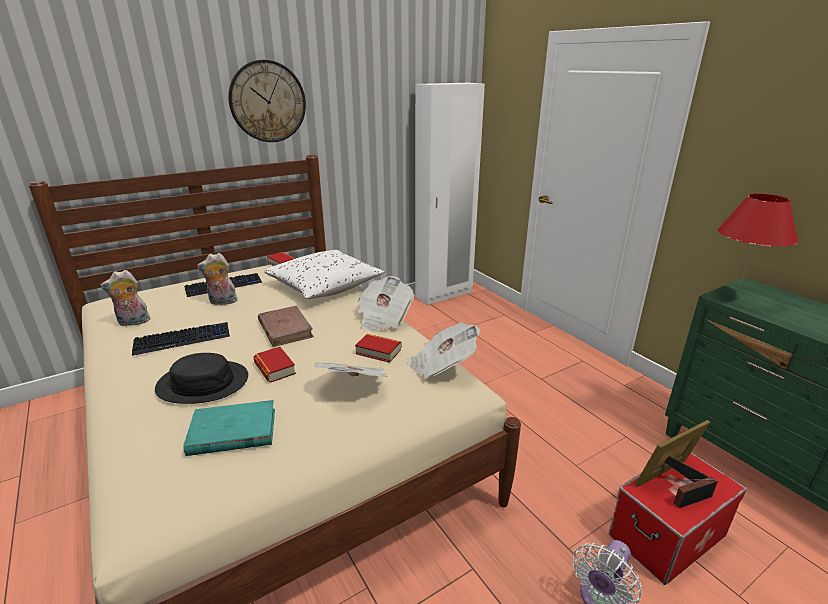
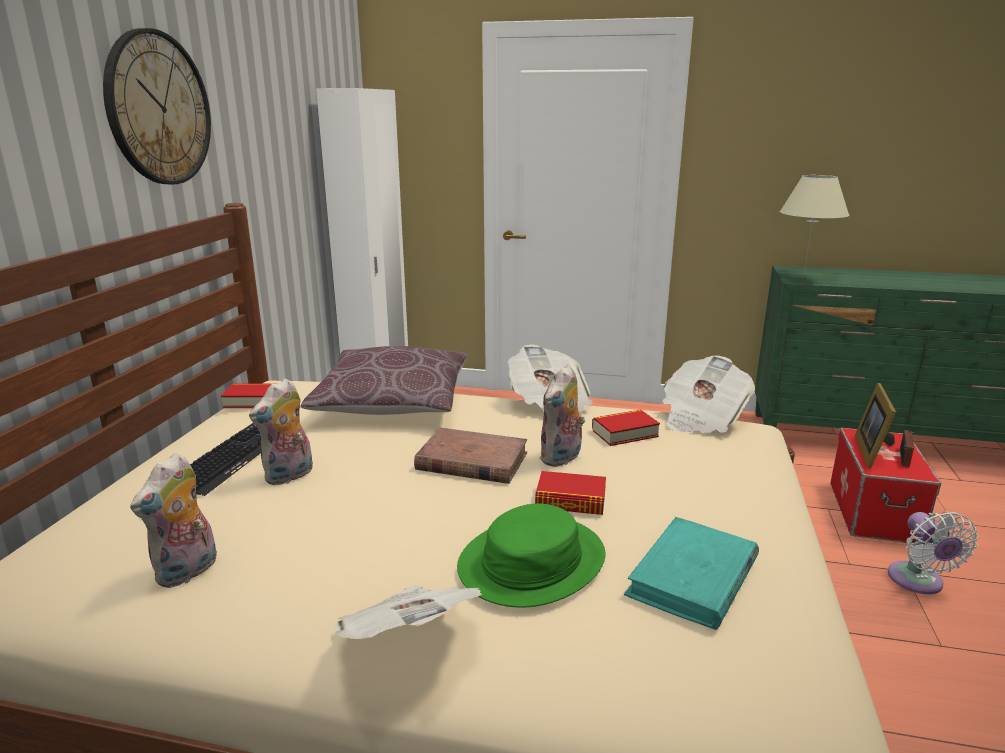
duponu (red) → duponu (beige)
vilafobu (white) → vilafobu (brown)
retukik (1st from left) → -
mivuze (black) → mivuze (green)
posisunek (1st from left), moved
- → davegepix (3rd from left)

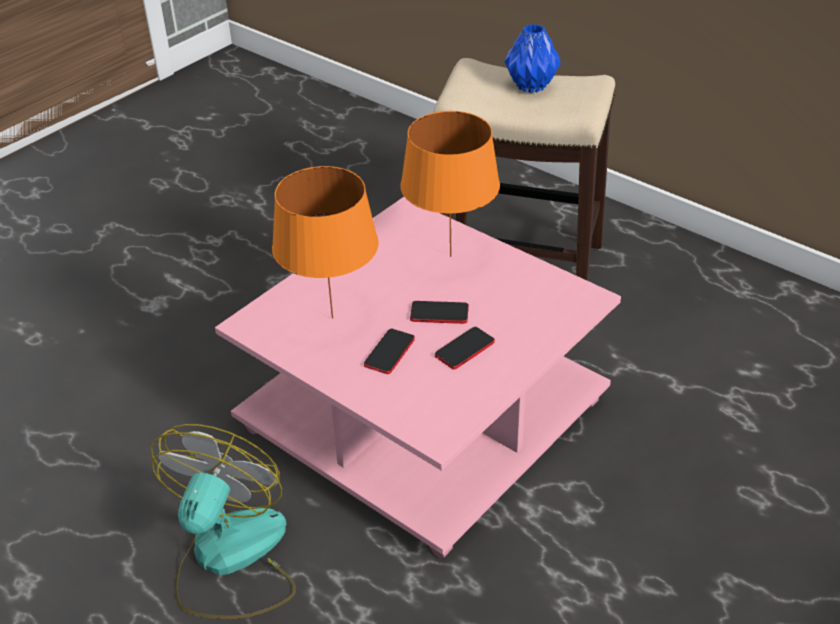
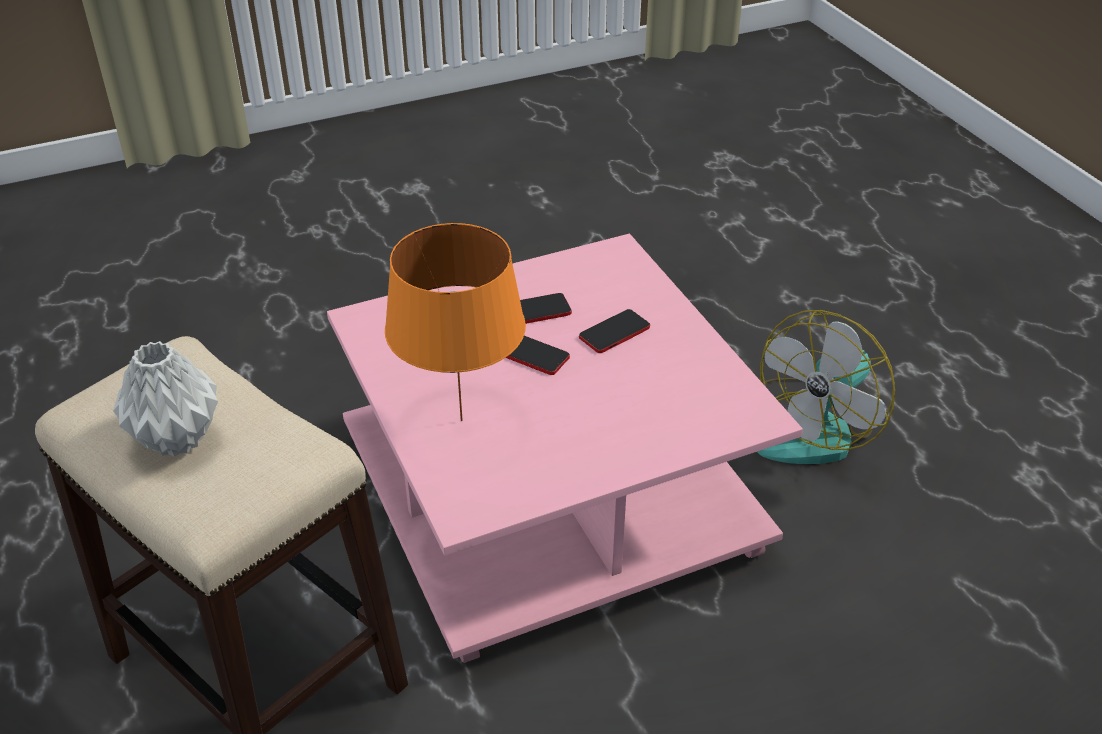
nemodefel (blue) → nemodefel (grey)
duponu (orange) (1st from left) → -

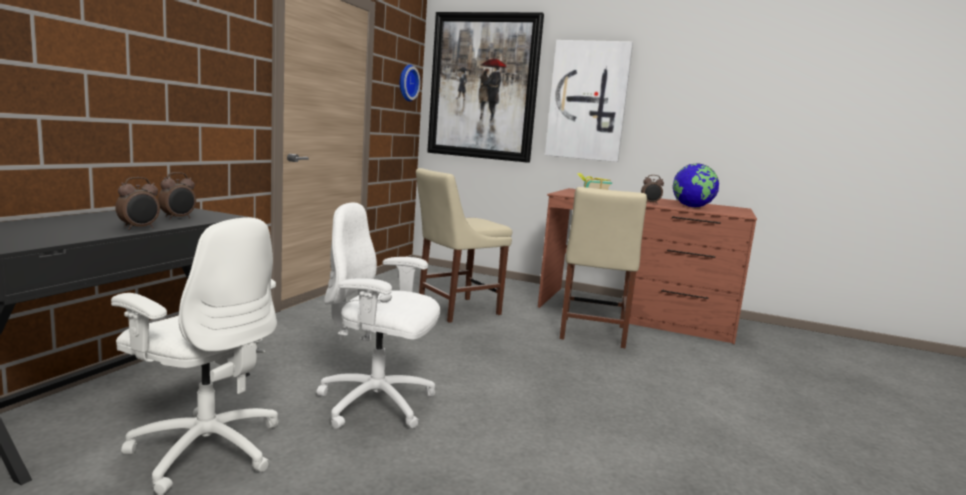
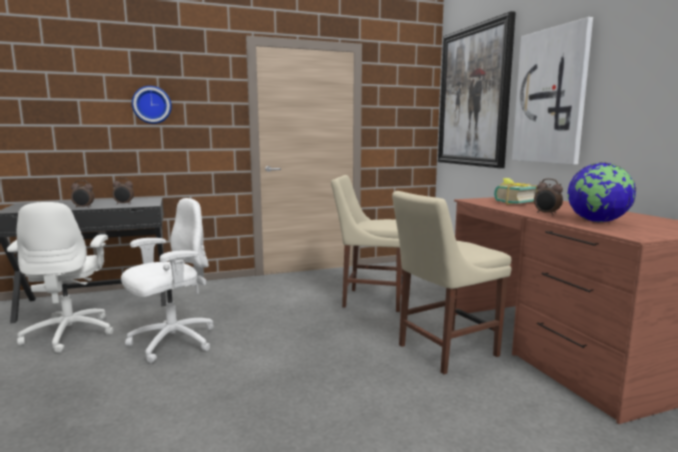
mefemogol, moved
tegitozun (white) (2nd from left), 75 degrees clockwise

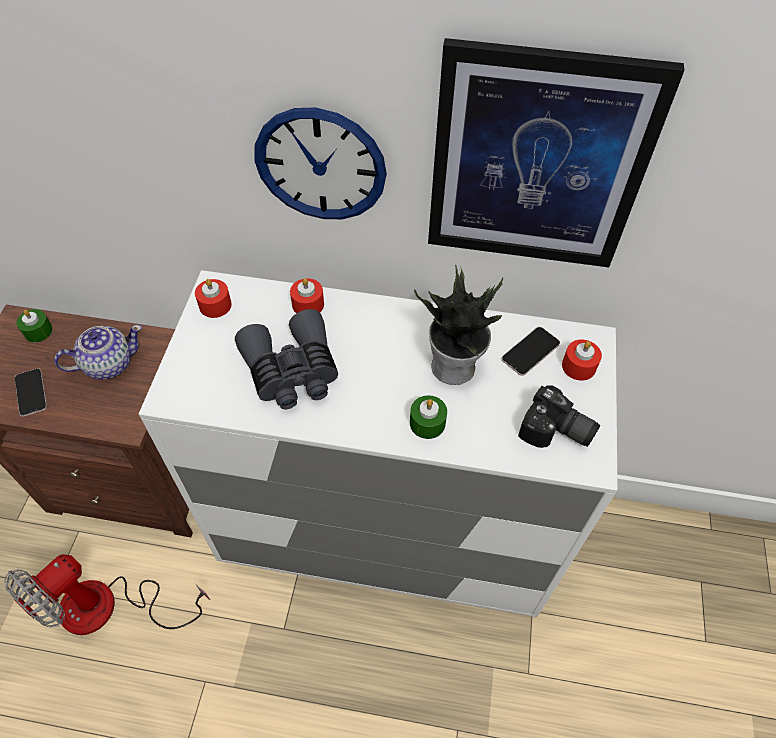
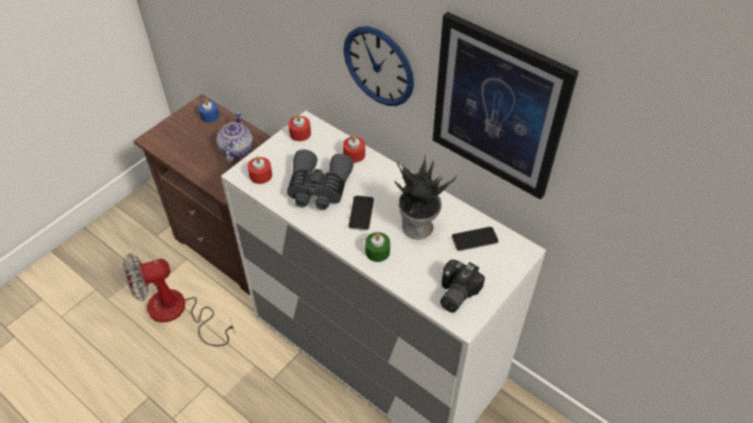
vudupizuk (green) (1st from left) → vudupizuk (blue)
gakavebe, 90 degrees counterclockwise
vudupizuk (red) (3rd from left in the first image) → vudupizuk (red) (1st from left), moved
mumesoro (1st from left), moved
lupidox, 60 degrees clockwise

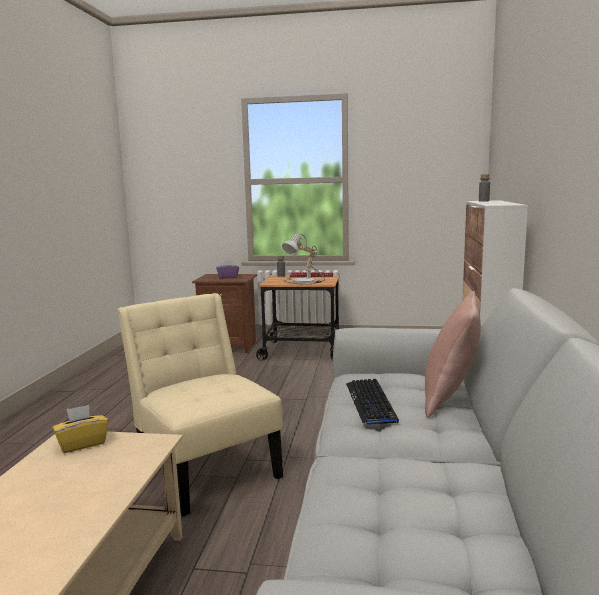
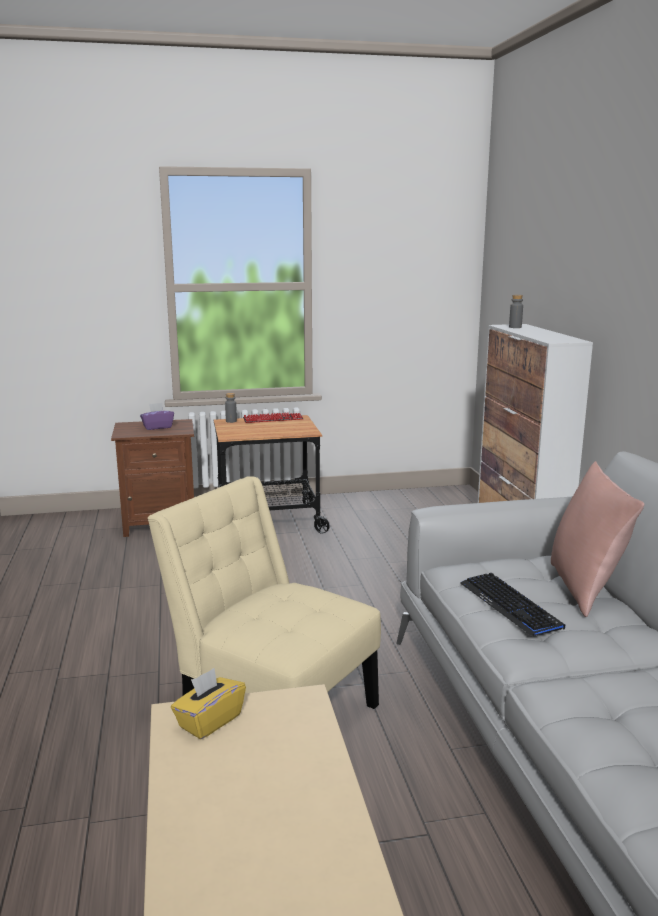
duponu → -

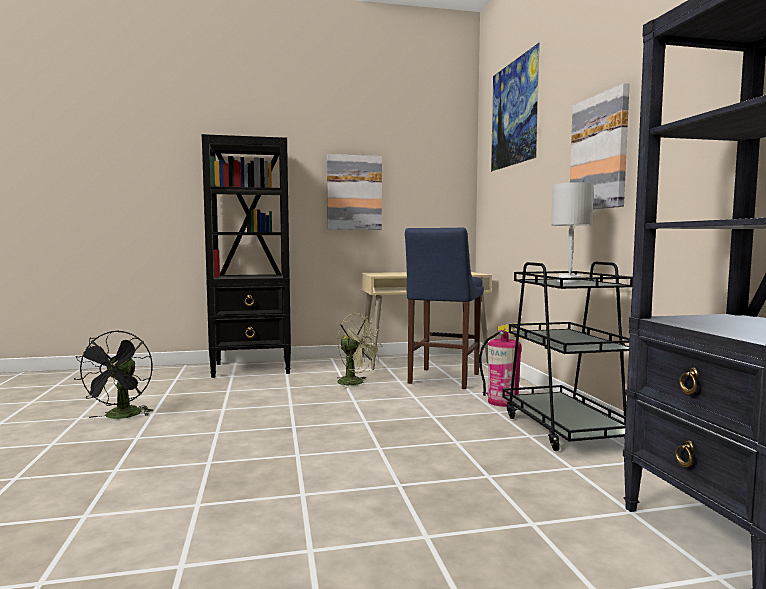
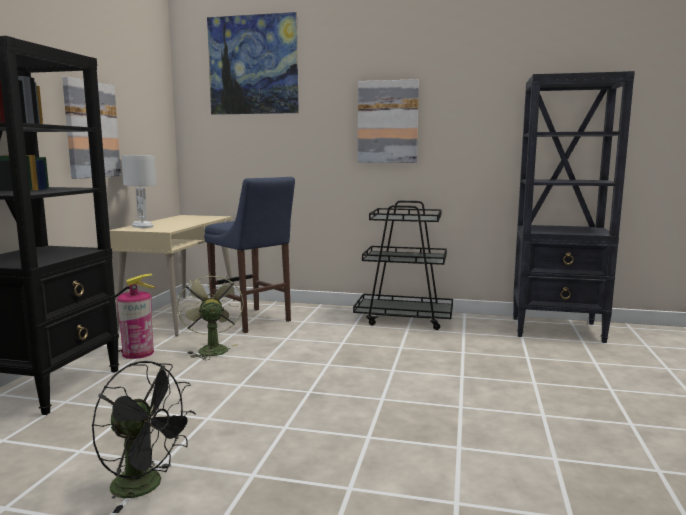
duponu (white), moved
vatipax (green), 75 degrees counterclockwise
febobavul, moved

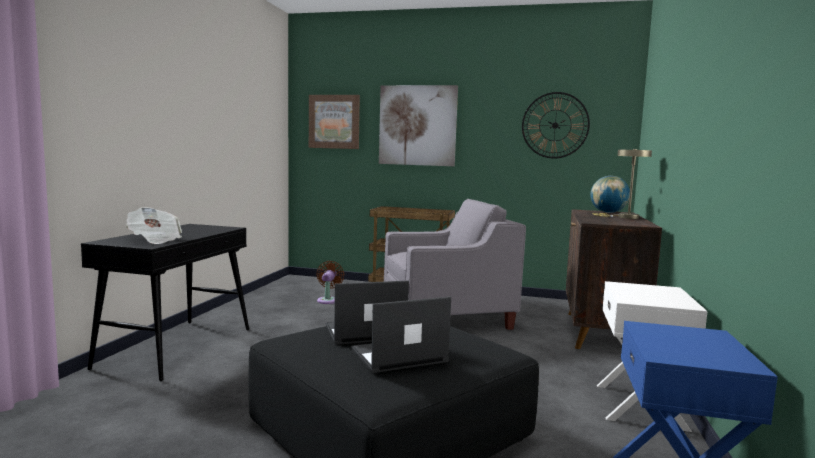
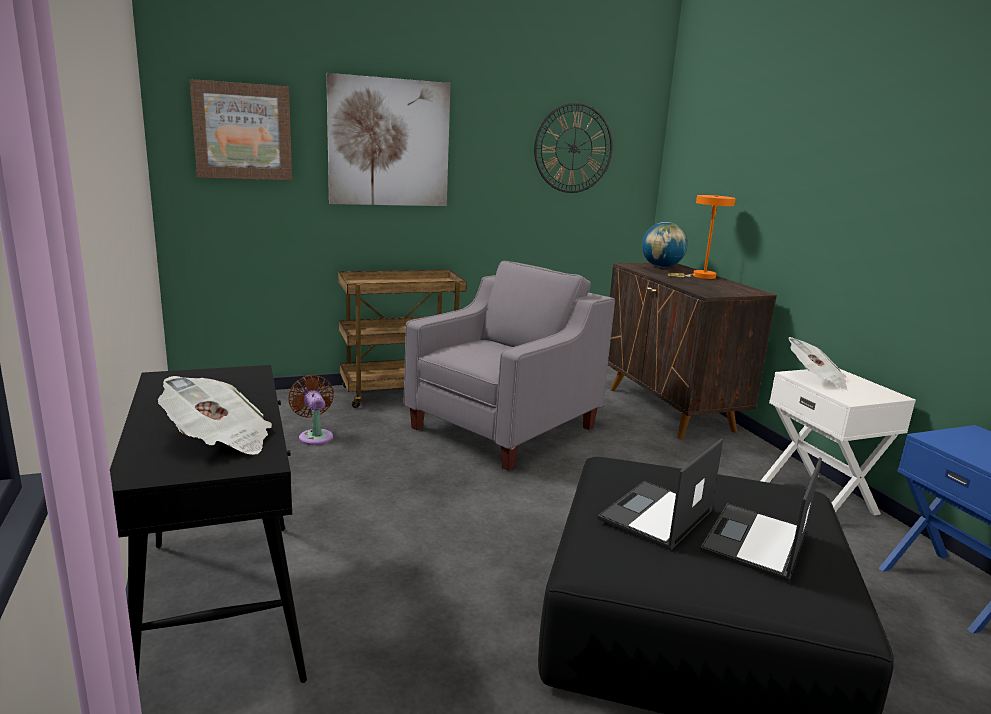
duponu (beige) → duponu (orange)
- → posisunek (2nd from left)

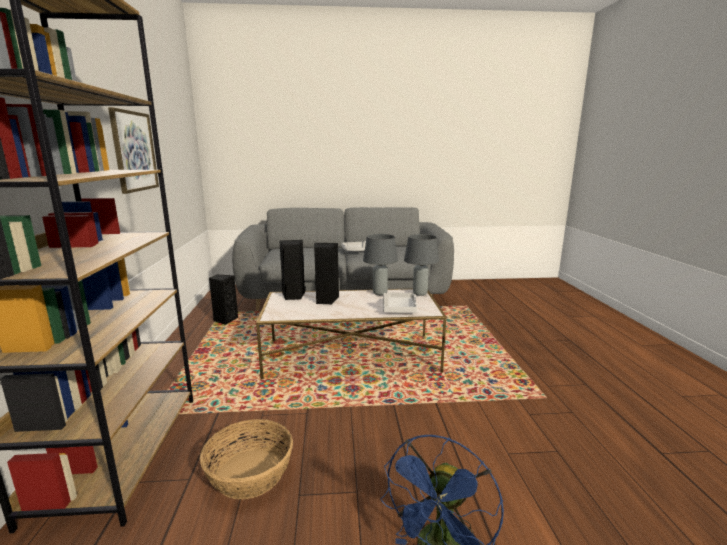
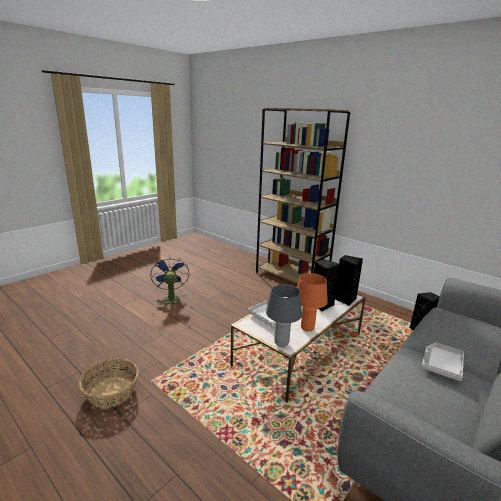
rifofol → -
duponu (grey) (1st from left) → duponu (orange)
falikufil, moved

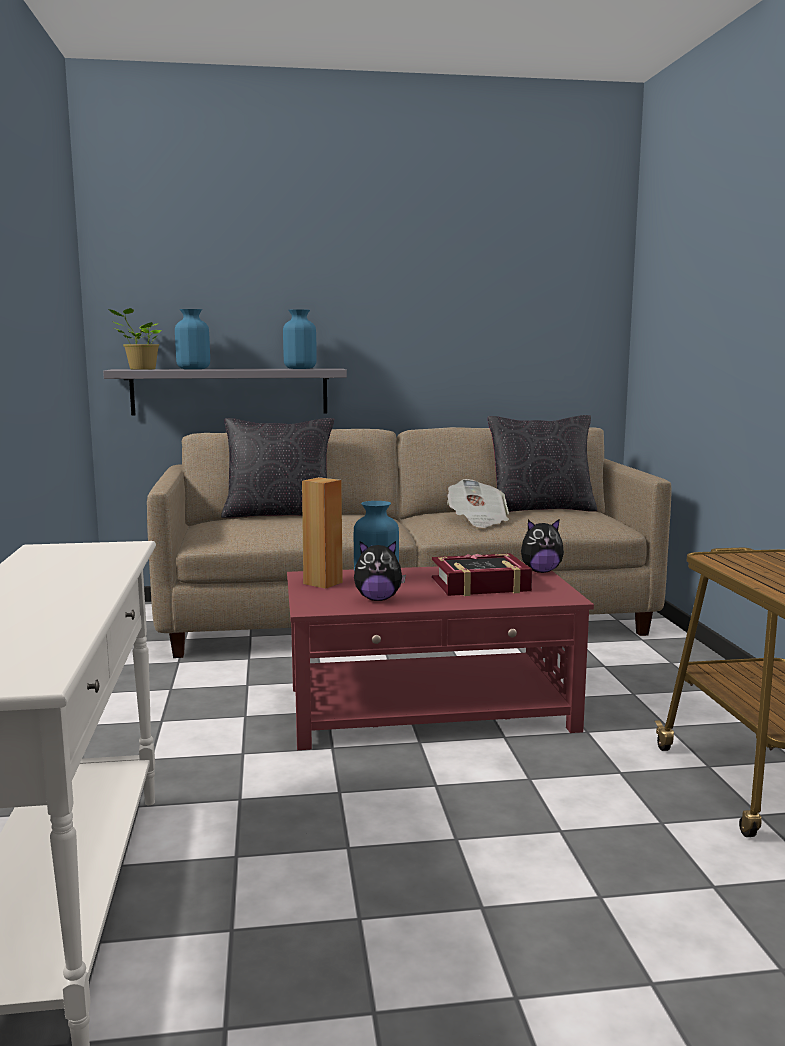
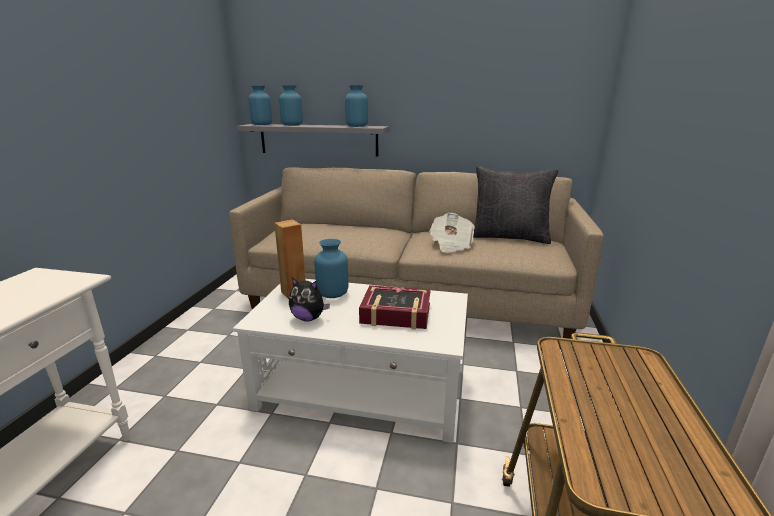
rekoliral → nemodefel (blue) (1st from left)
vilafobu (black) (1st from left) → -
davegepix (2nd from left) → -
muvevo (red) → muvevo (white)

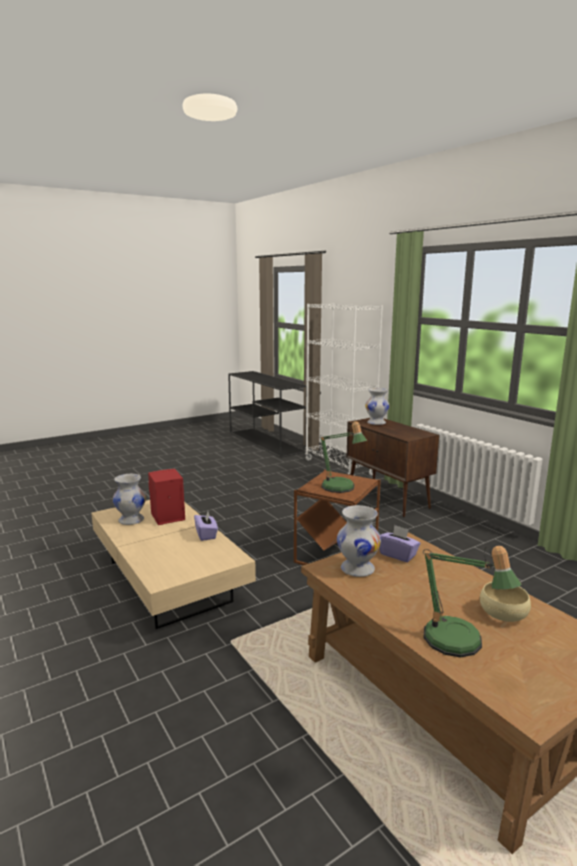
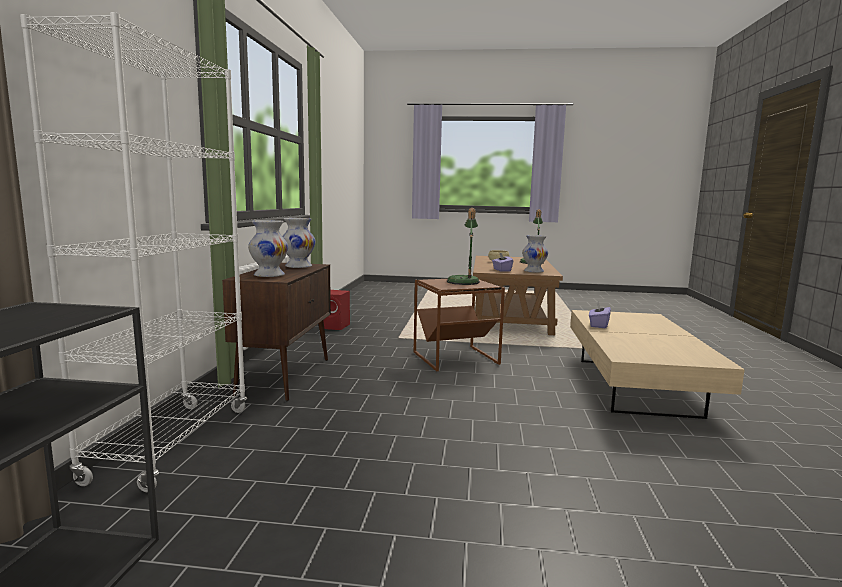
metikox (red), moved
nemodefel (white) (1st from left in the first image) → nemodefel (white) (2nd from left), moved

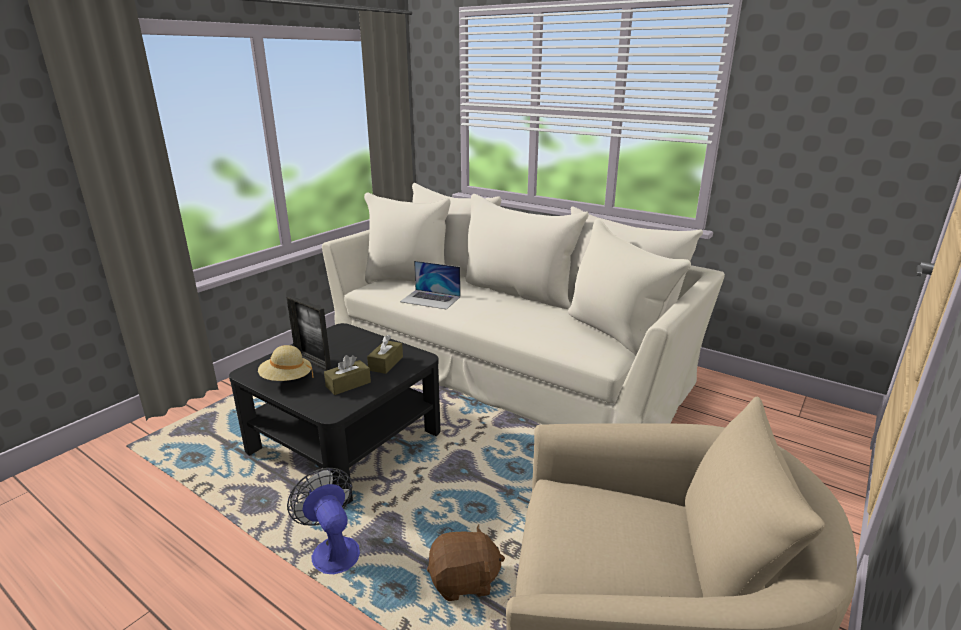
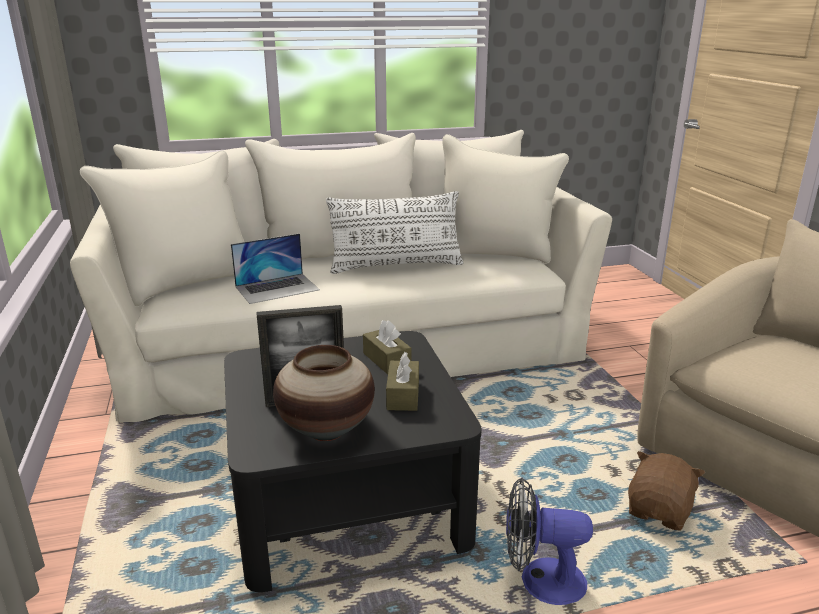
mivuze (beige) → nemodefel
- → vilafobu (white)

